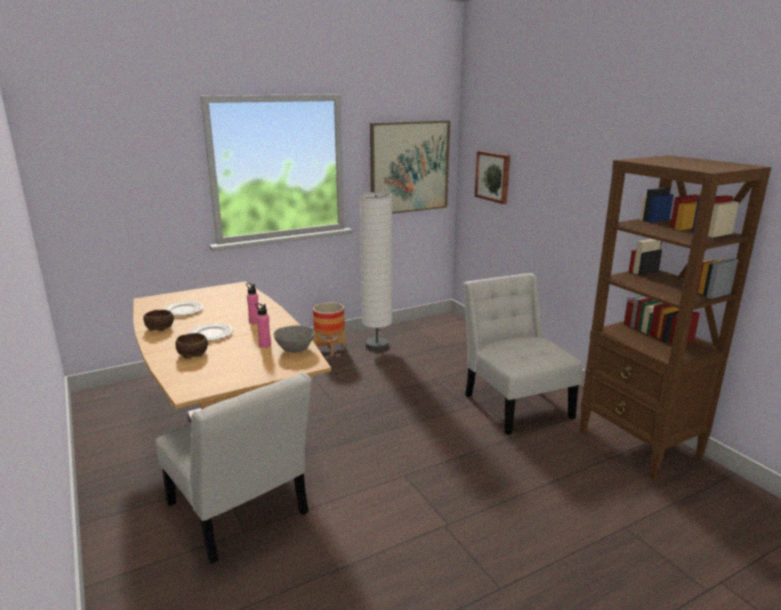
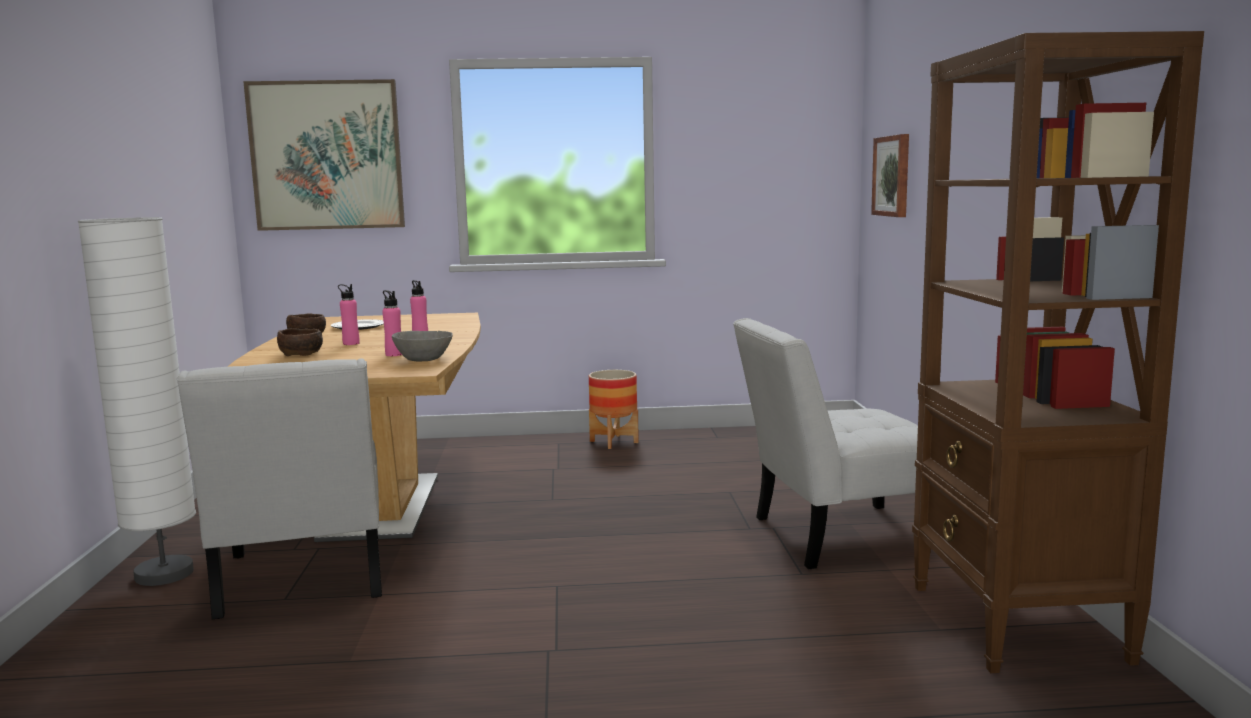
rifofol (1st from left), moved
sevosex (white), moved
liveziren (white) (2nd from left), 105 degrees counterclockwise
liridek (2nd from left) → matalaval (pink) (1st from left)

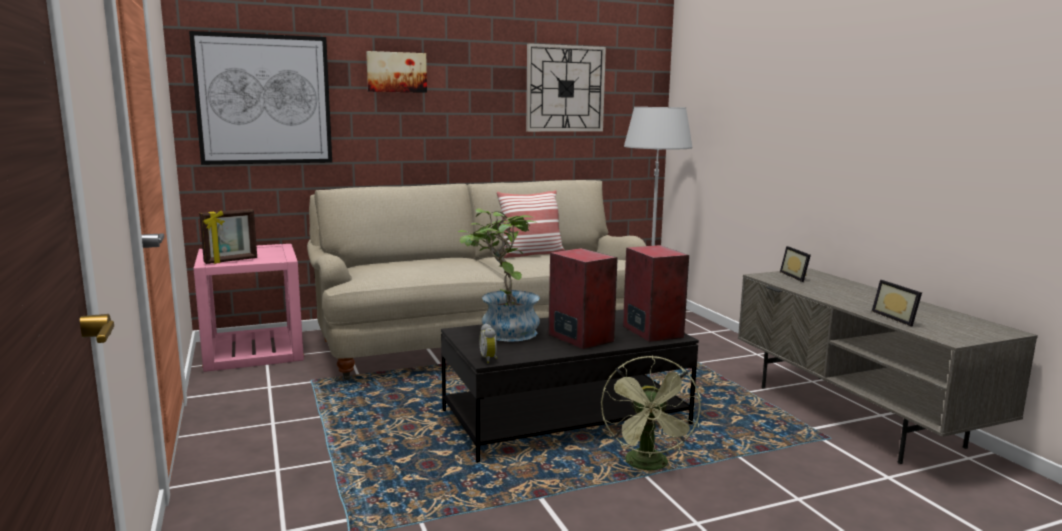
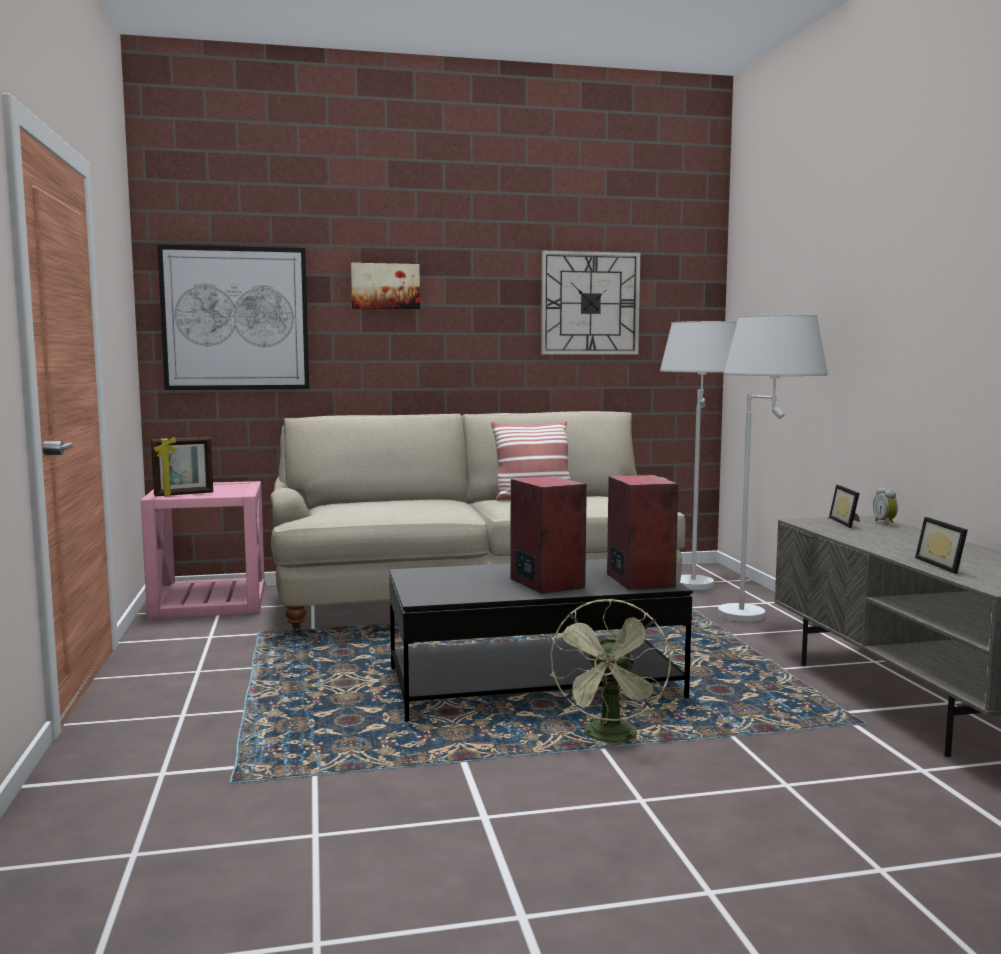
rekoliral → -
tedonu, moved
- → sevosex (white) (2nd from left)

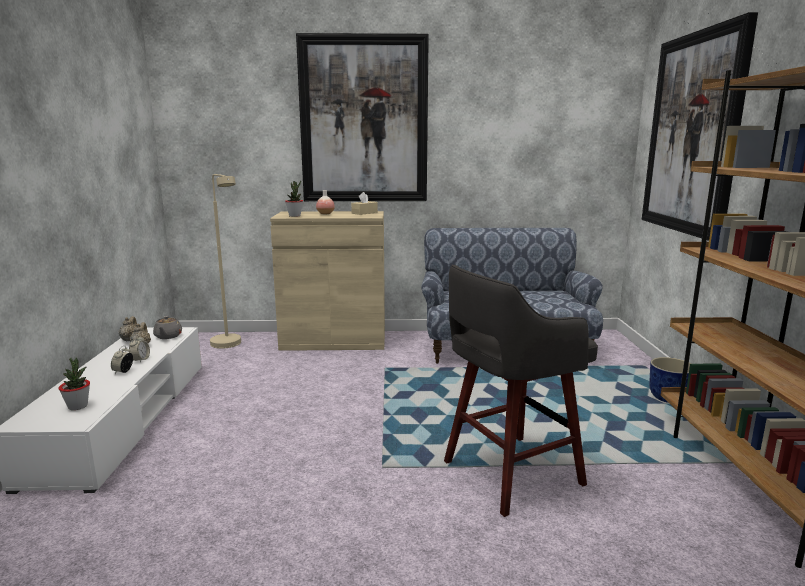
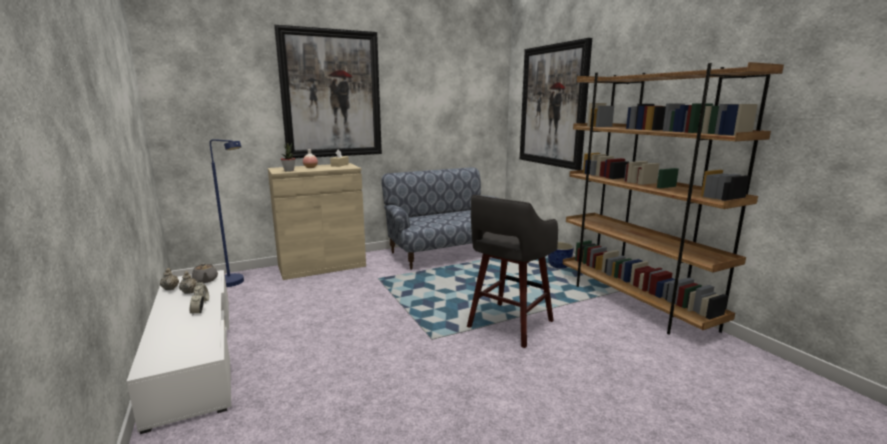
sevosex (beige) → sevosex (blue)
rekoliral (1st from left) → -

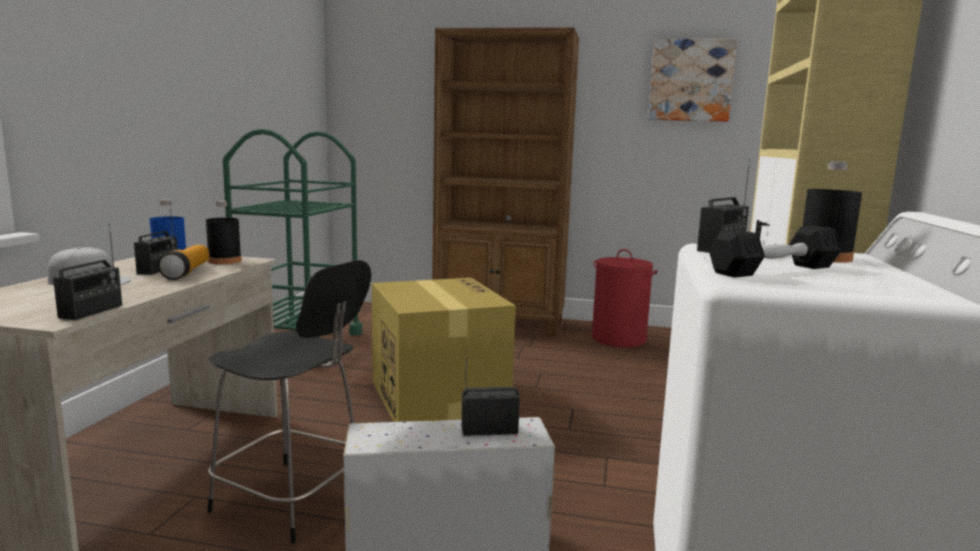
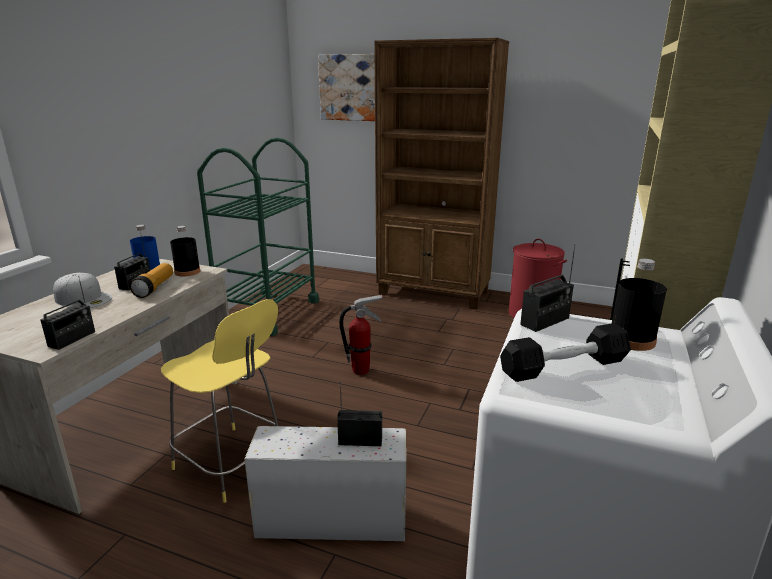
rifofol, moved
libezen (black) → libezen (yellow)
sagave → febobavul

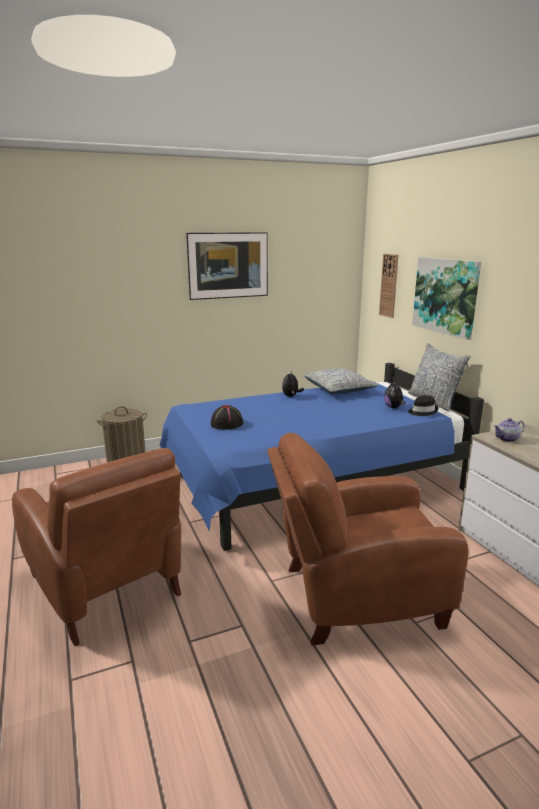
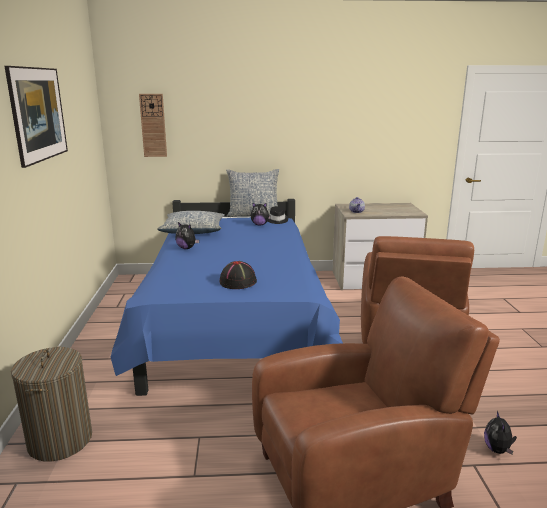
rifofol (2nd from left) → -
- → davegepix (3rd from left)

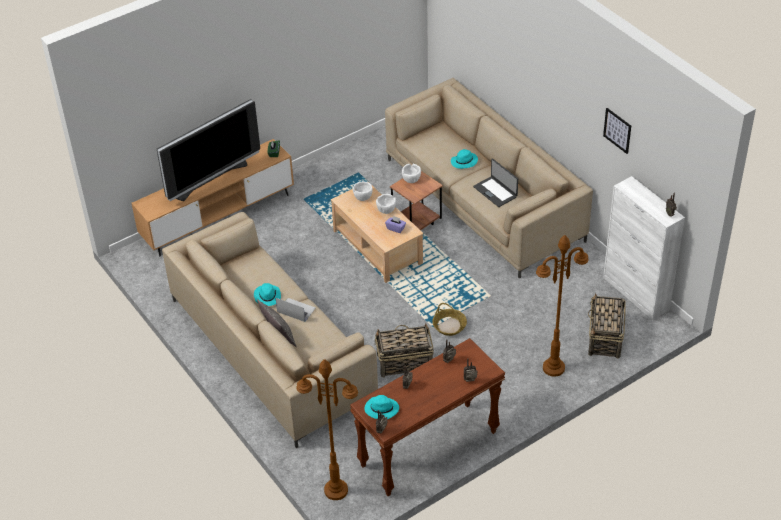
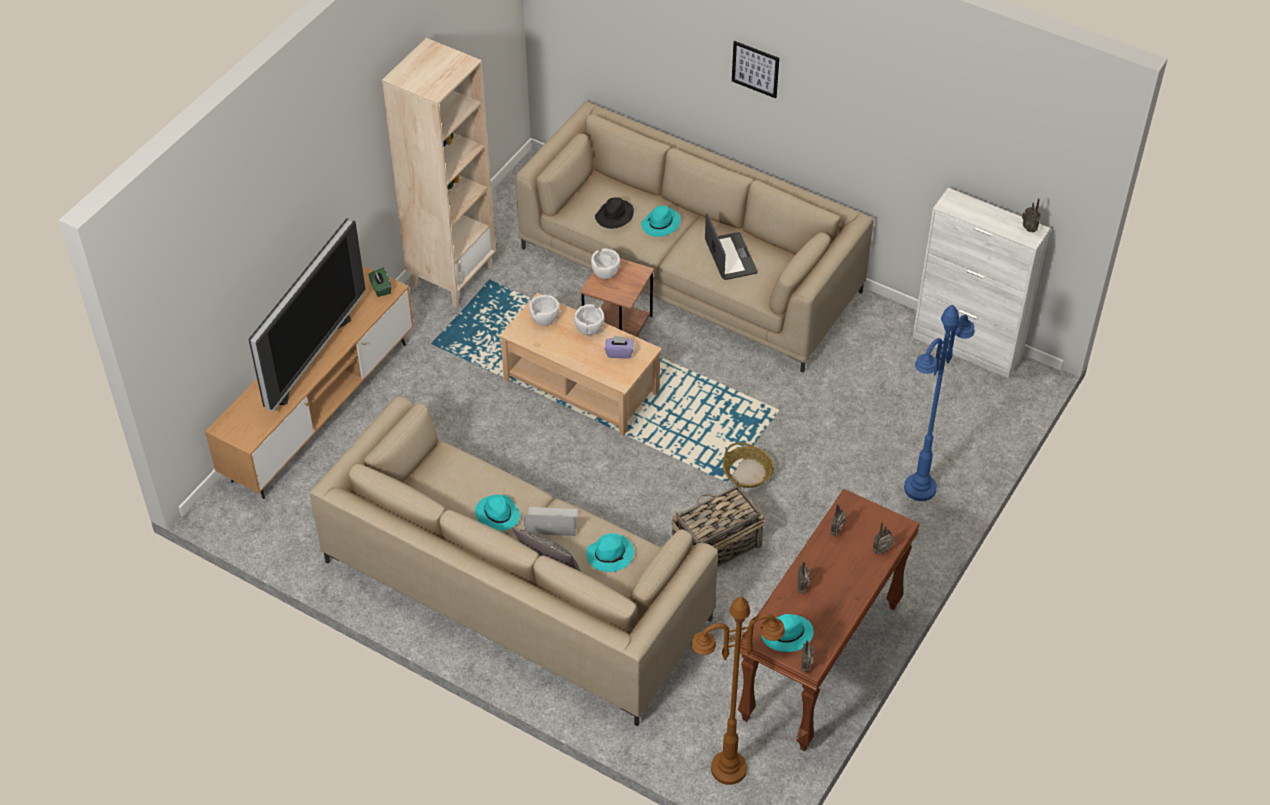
rifofol, moved
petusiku (2nd from left), 135 degrees counterclockwise
sevosex (brown) (2nd from left) → sevosex (blue)
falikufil (3rd from left) → -
- → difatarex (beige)
- → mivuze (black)
- → mivuze (turquoise) (2nd from left)

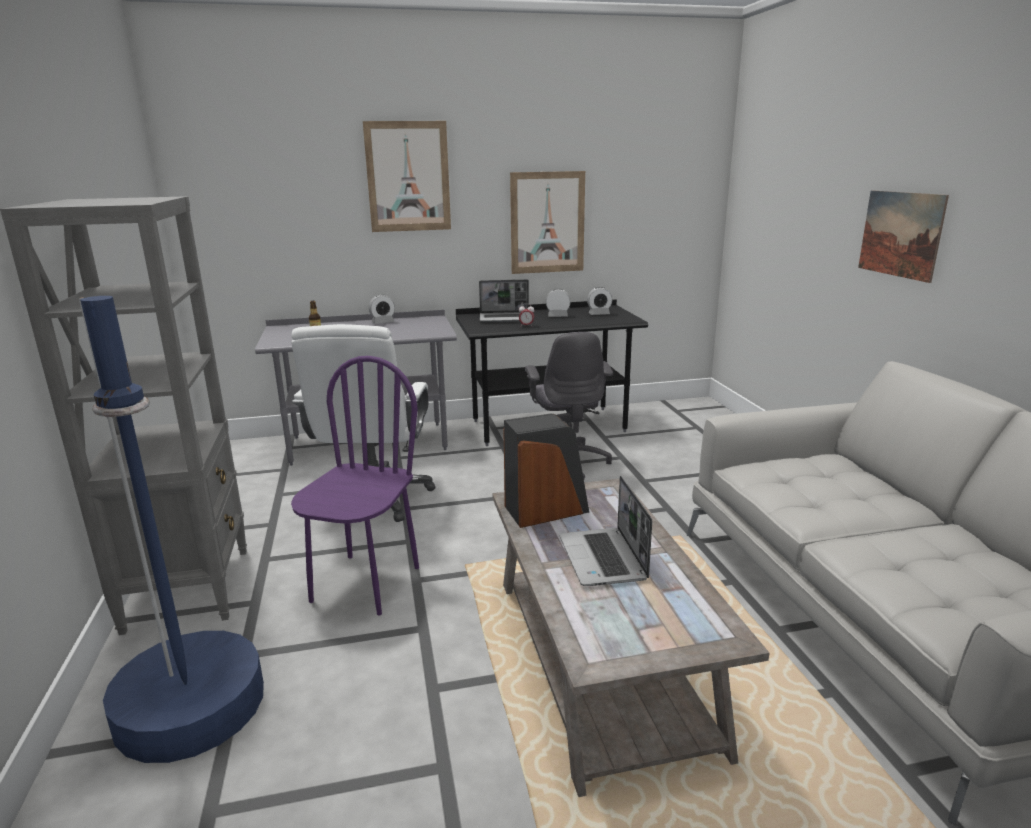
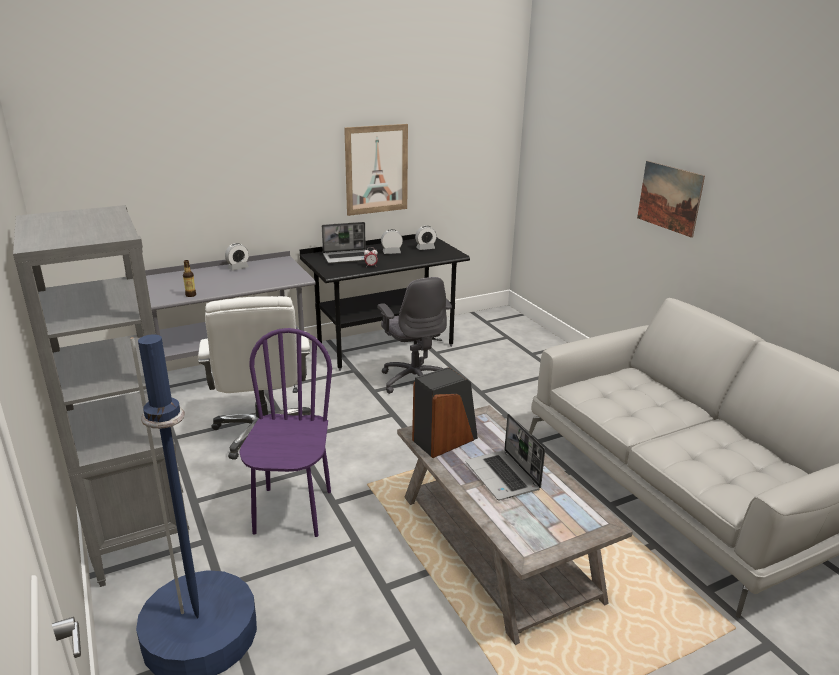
rifofol (1st from left) → -

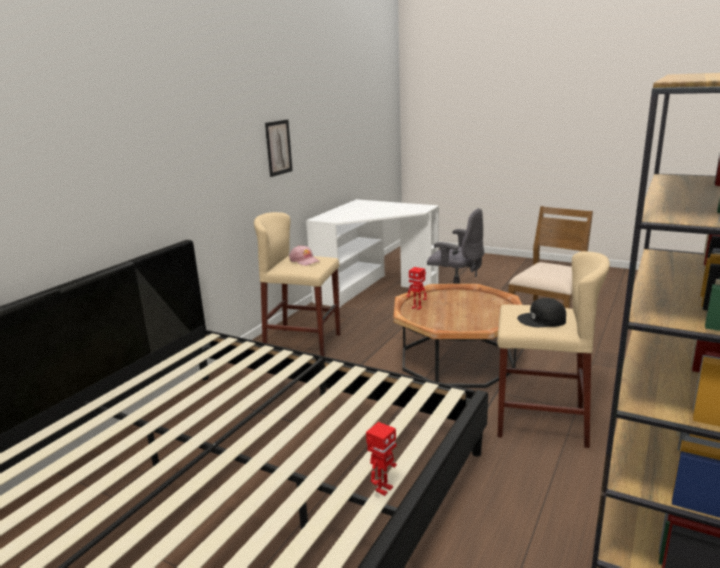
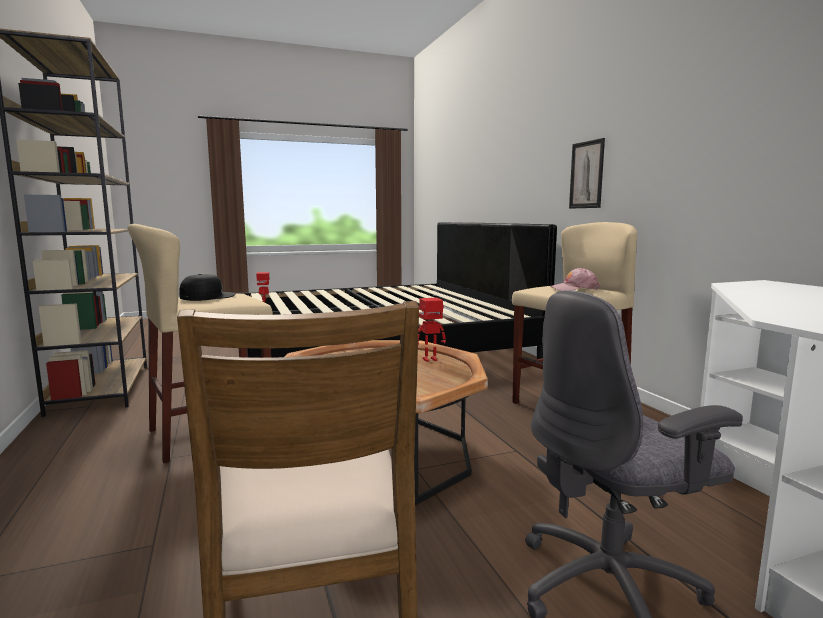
rifofol, moved

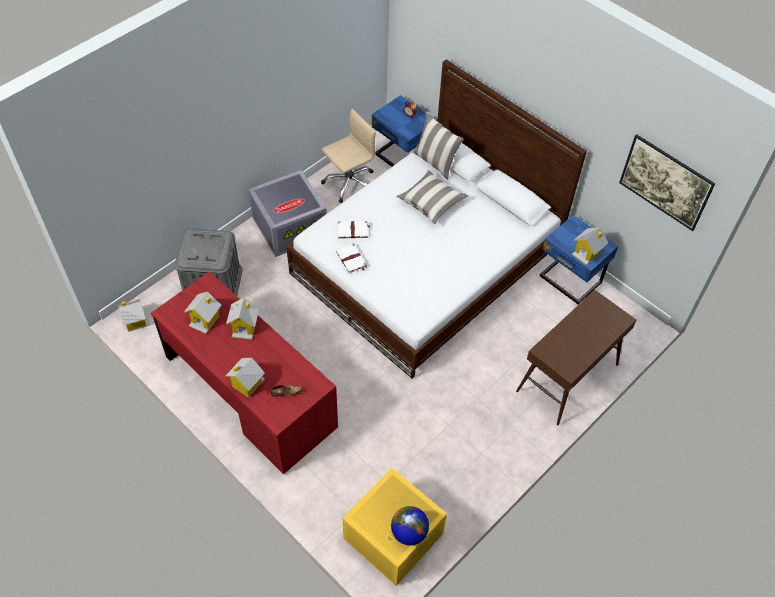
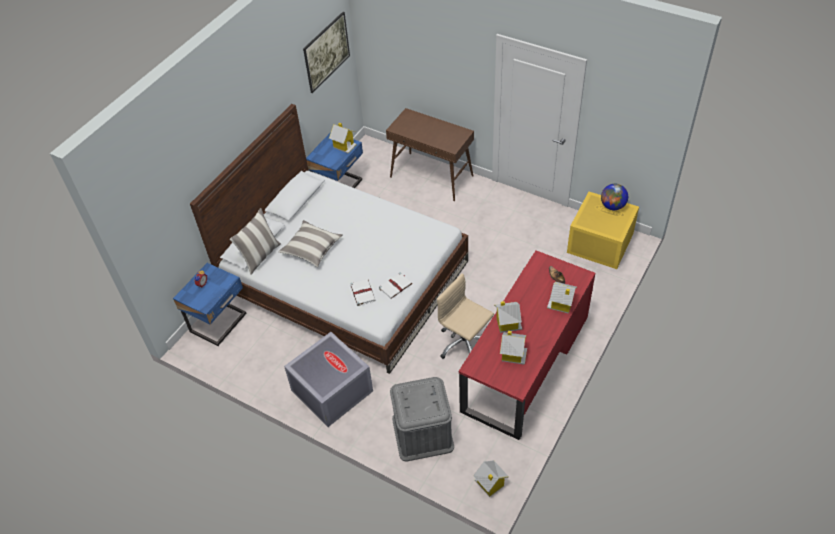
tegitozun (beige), moved

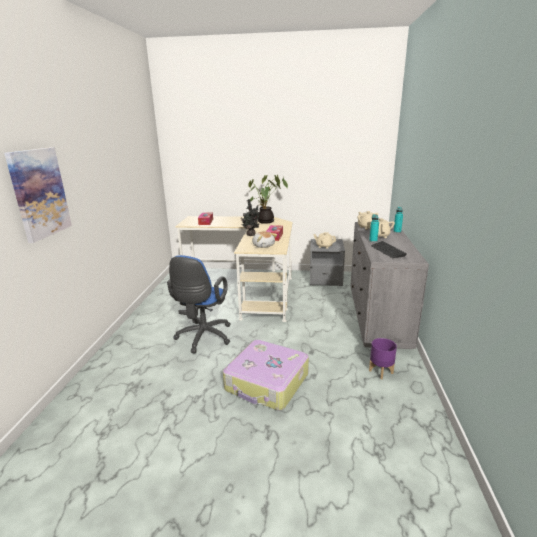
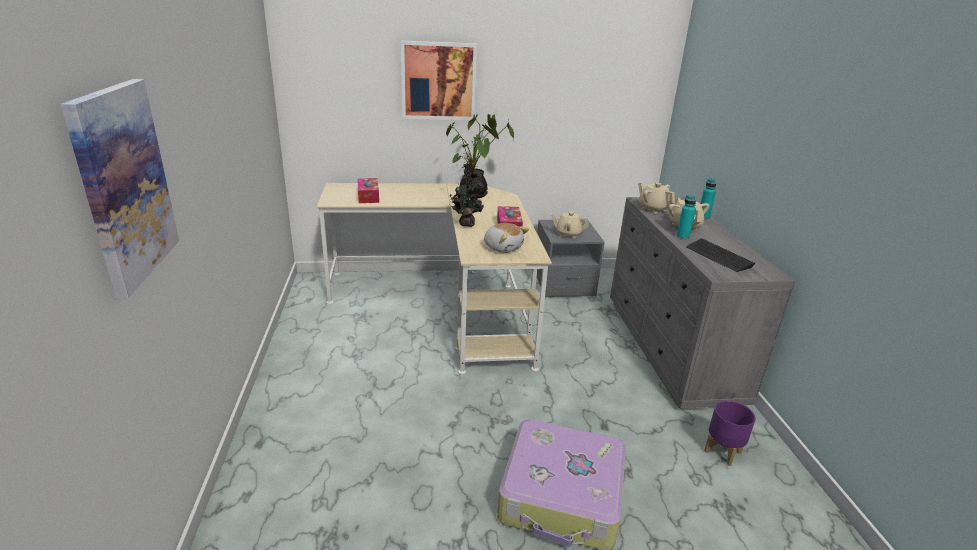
tegitozun (blue) → -
- → rifofol (2nd from left)

